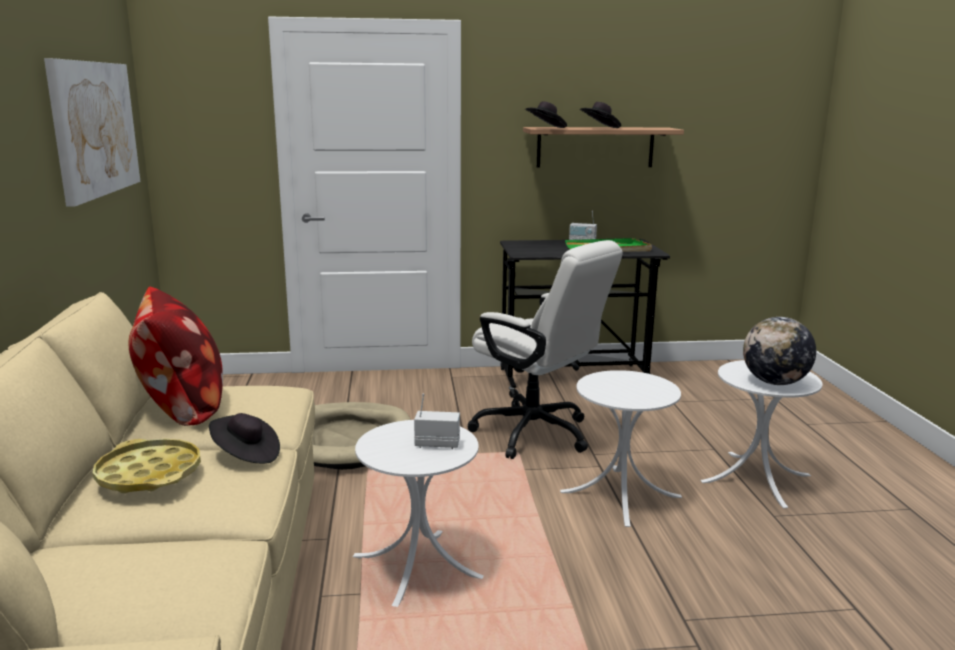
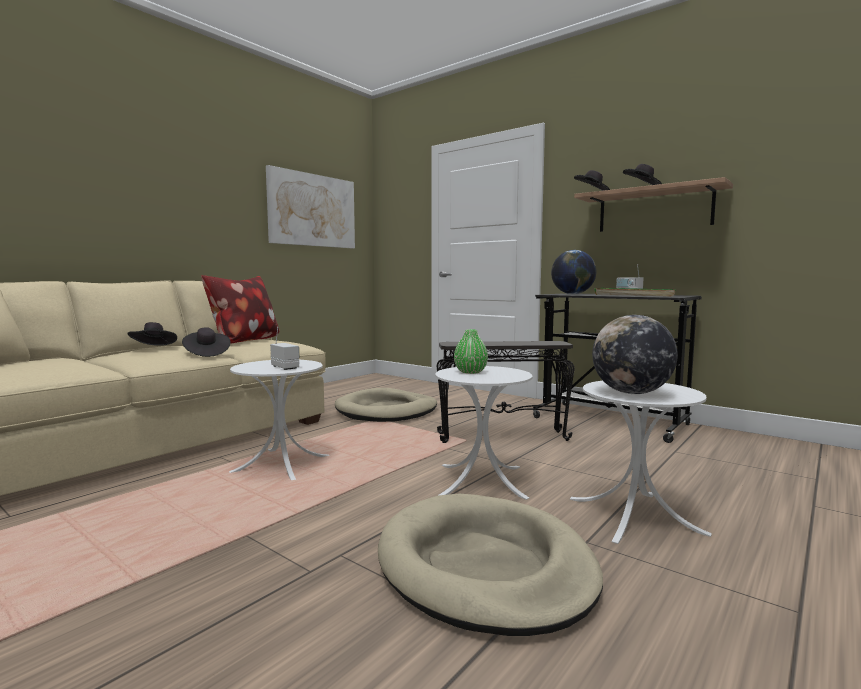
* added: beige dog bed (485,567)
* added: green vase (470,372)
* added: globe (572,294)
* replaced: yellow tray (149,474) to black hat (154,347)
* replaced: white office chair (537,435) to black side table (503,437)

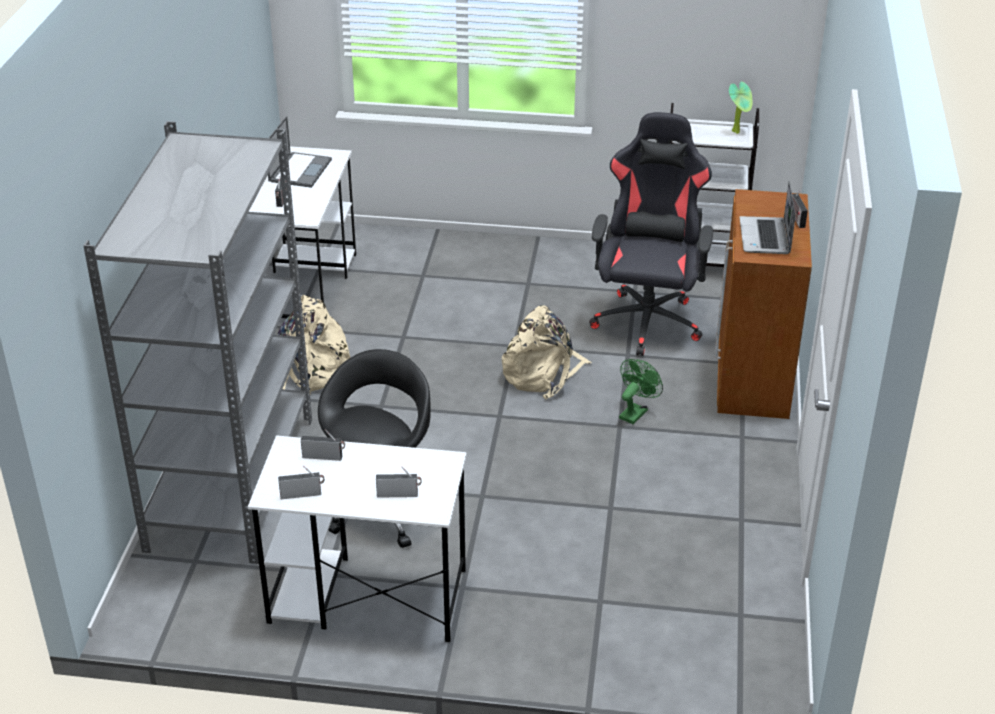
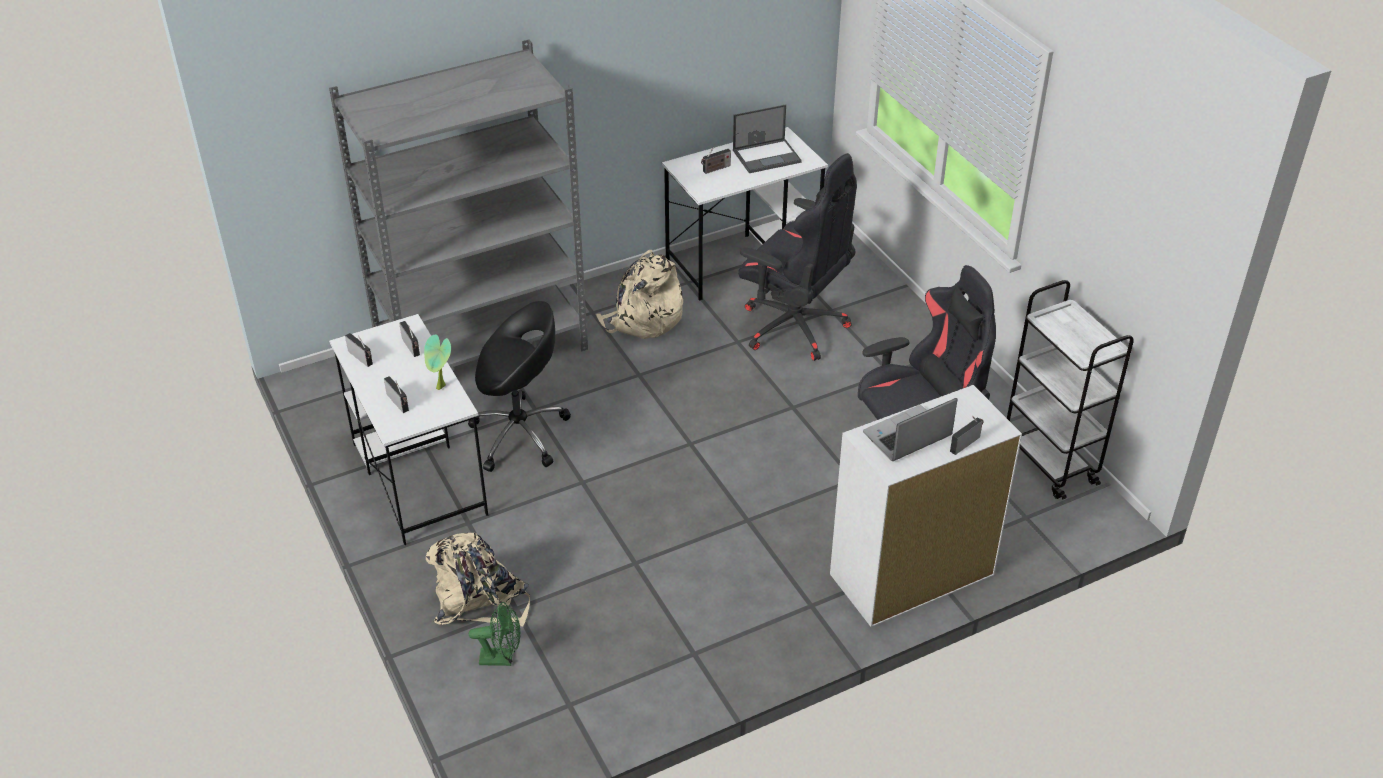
* added: black office chair (793,326)
* moved: beige backpack (543,373) to (479,600)
* moved: green fan (635,412) to (502,658)
* moved: potted plant (737,131) to (441,388)
* recoloured: brown cabinet (752,376) to white cabinet (911,574)

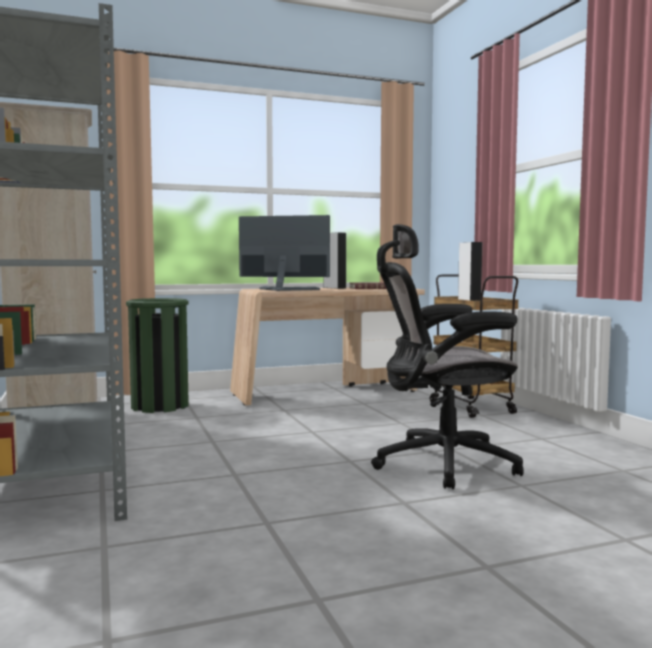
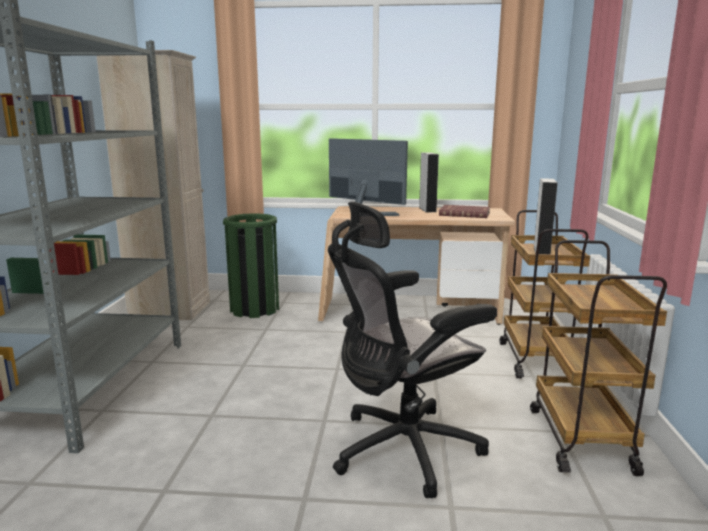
* added: brown cart (581,441)
* turned: office chair (444,465) = (405,450) 45 degrees counterclockwise

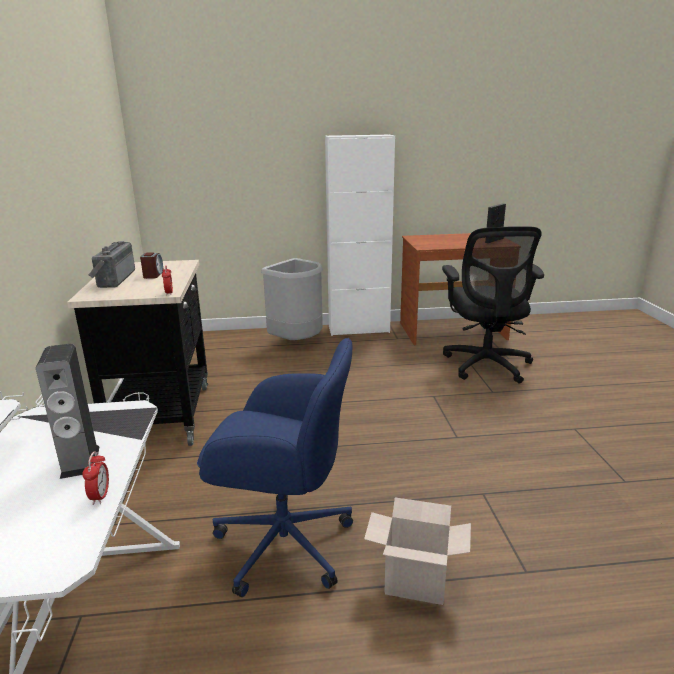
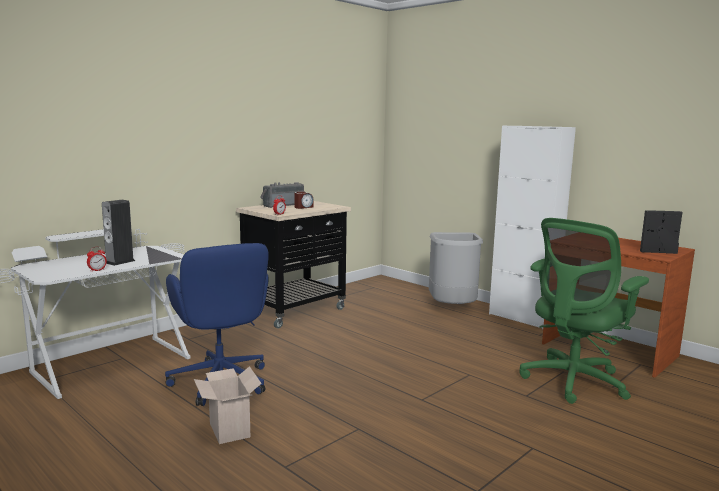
* recoloured: black office chair (483,362) to green office chair (575,378)

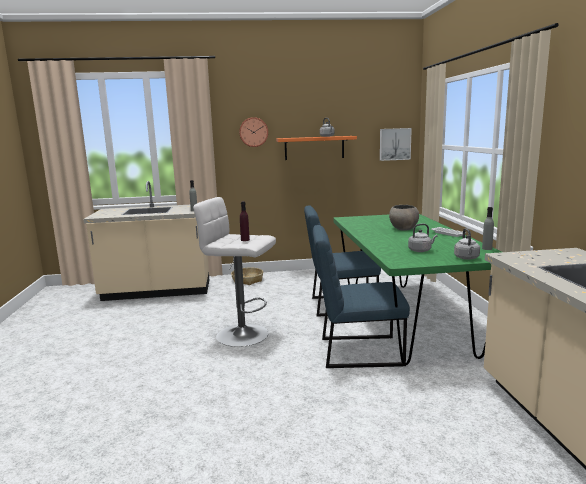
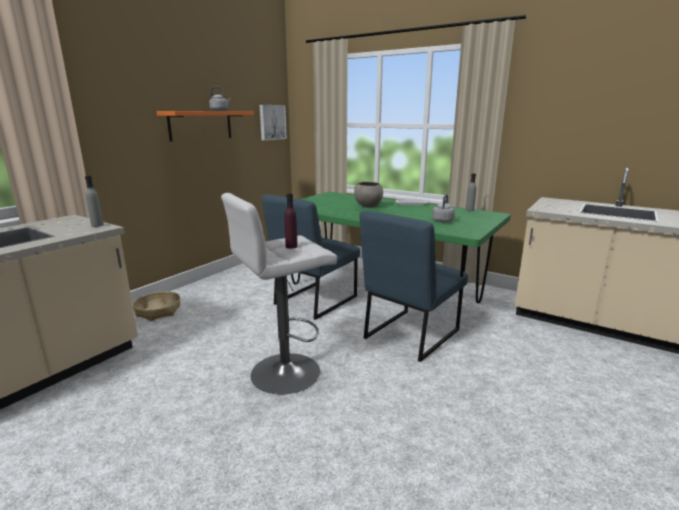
* removed: wall clock (253,132)
* removed: grey kettle (467,258)

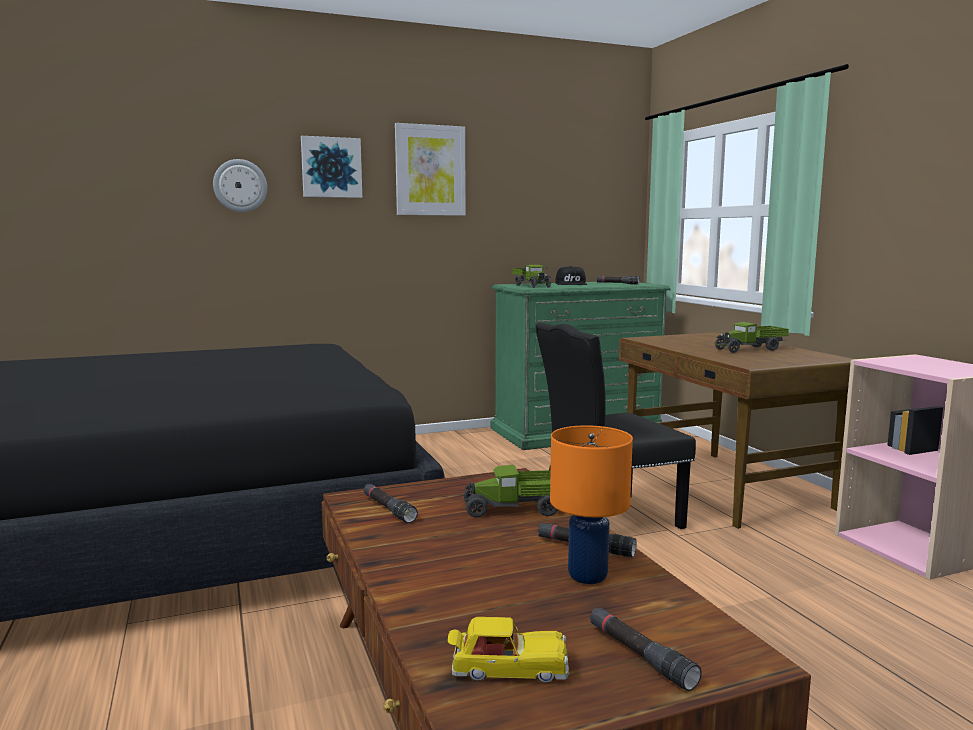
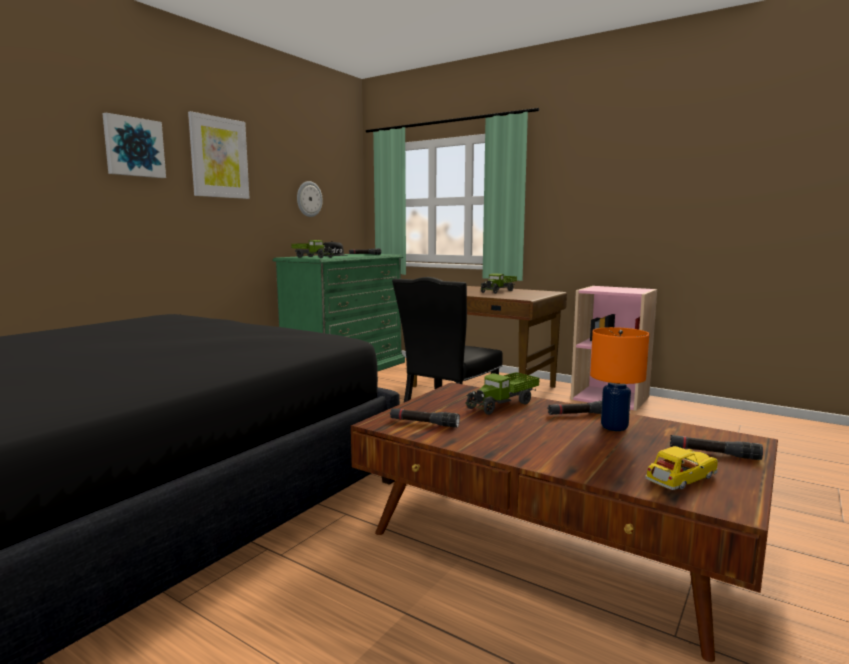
* moved: wall clock (240,185) to (309,199)

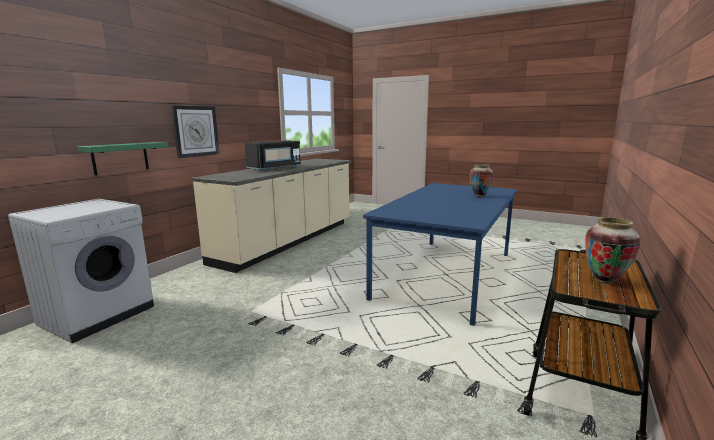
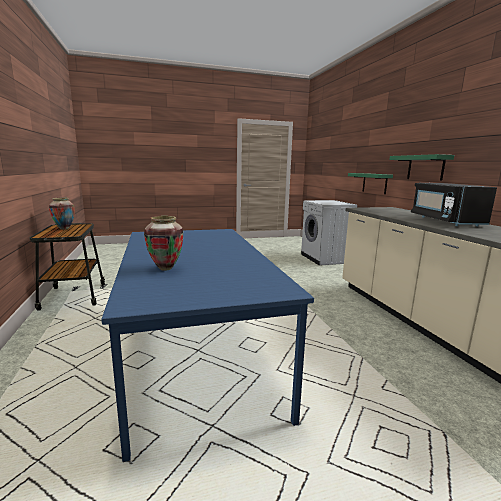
* replaced: wall clock (195,131) to green shelf (425,167)

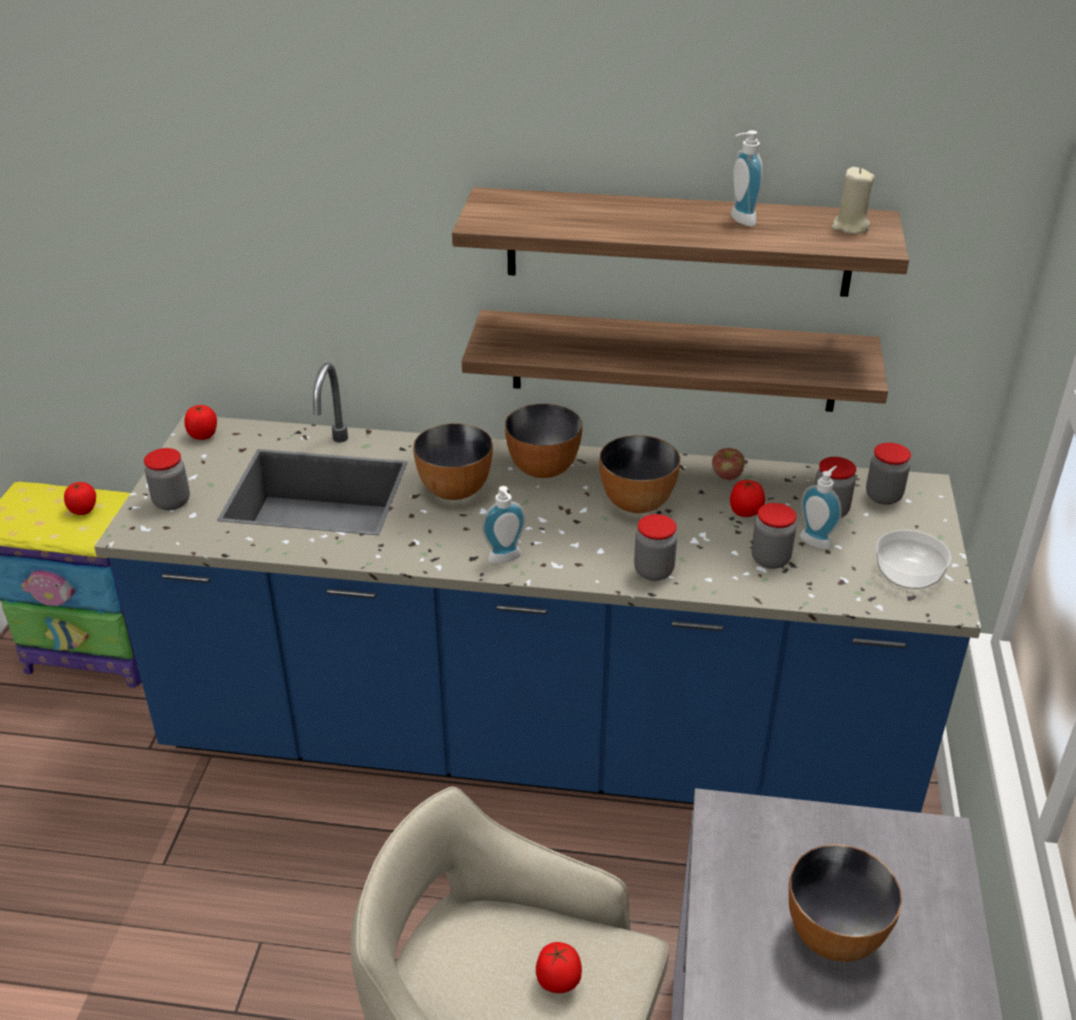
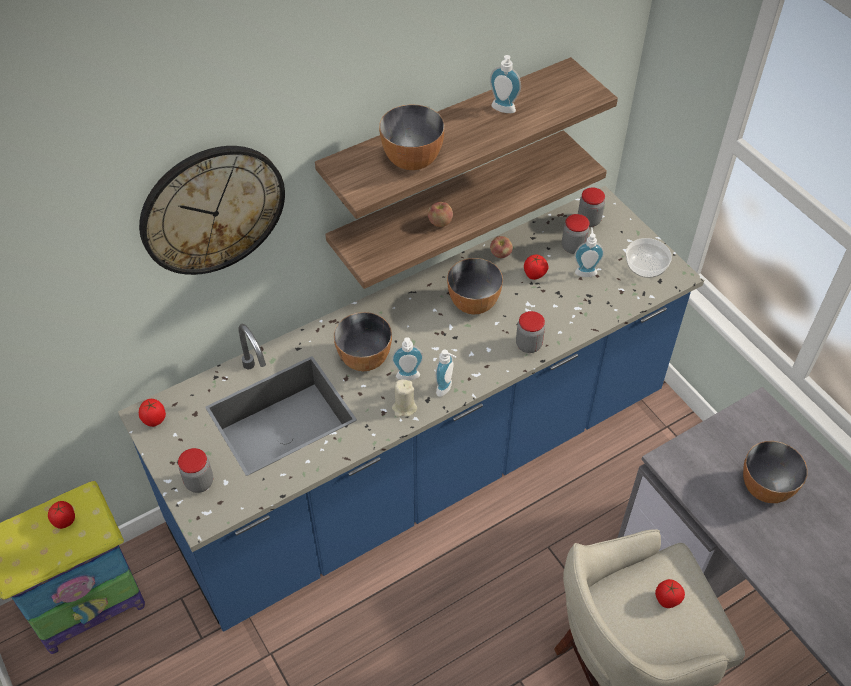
* removed: jar (770,559)
* added: wall clock (212,210)
* added: soap dispenser (408,378)
* added: apple (440,222)
* moved: bowl (543,469) to (412,160)
* moved: beige candle (850,227) to (404,408)

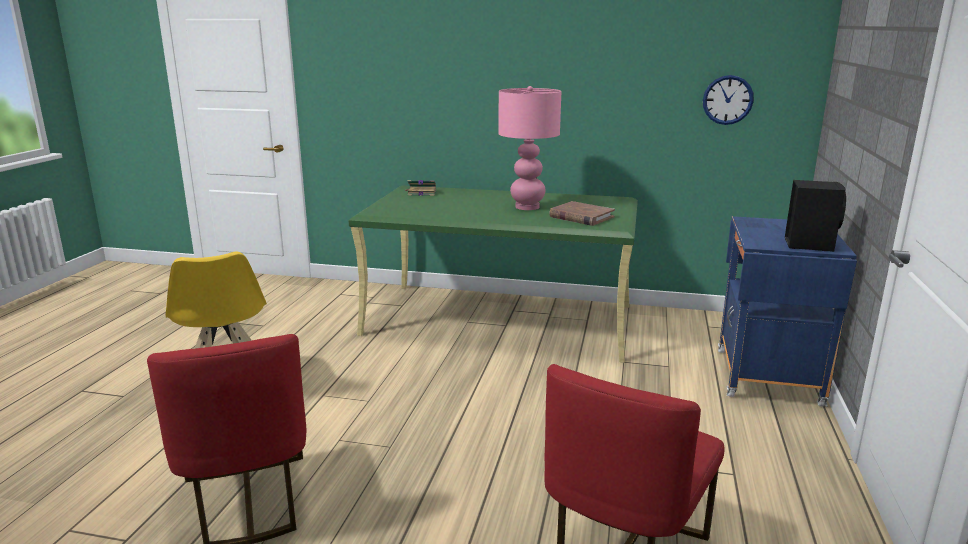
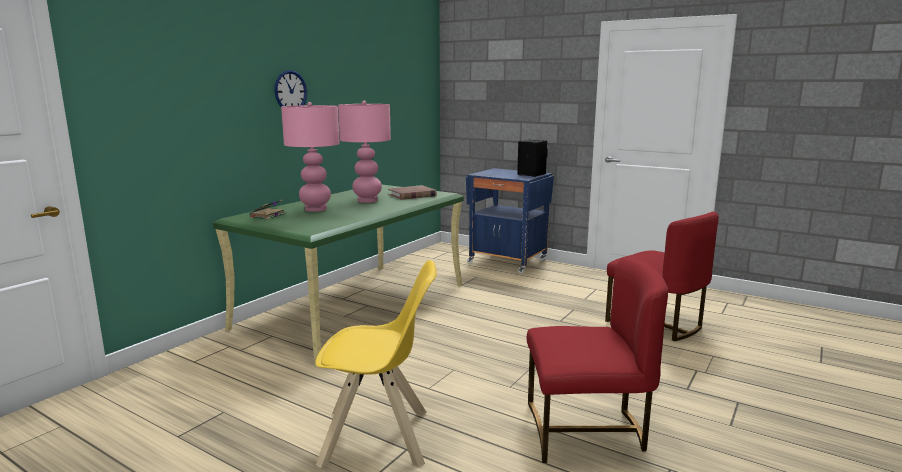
* added: pink table lamp (316,209)
* moved: wall clock (727,100) to (290,91)

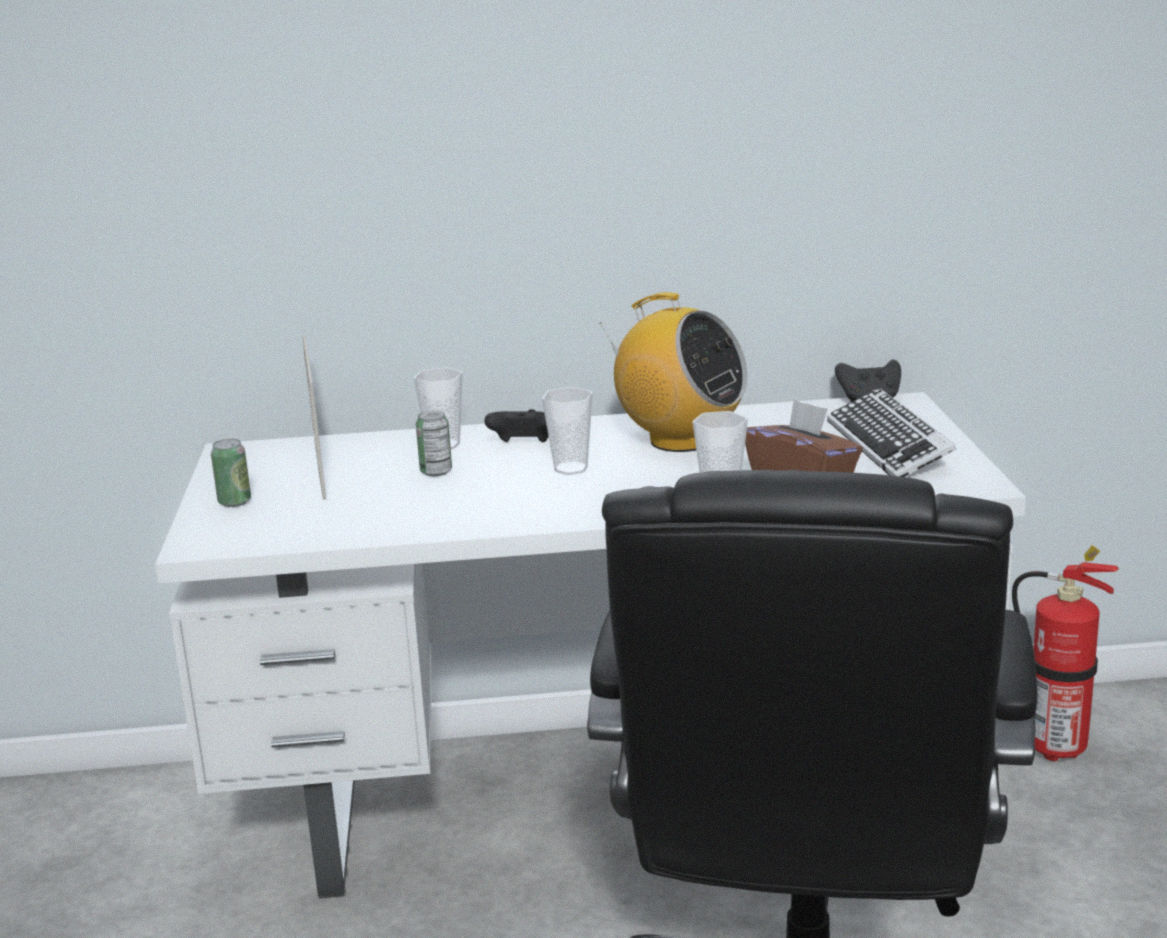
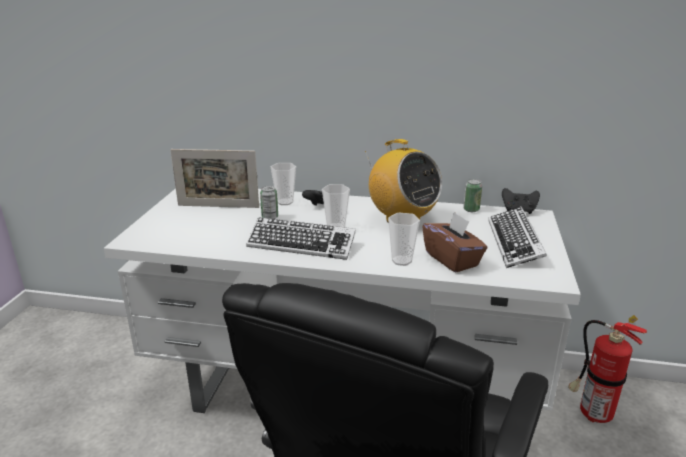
* added: keyboard (301,244)
* moved: can (234,502) to (471,209)
* turned: picture frame (320,470) = (218,206) 90 degrees counterclockwise

